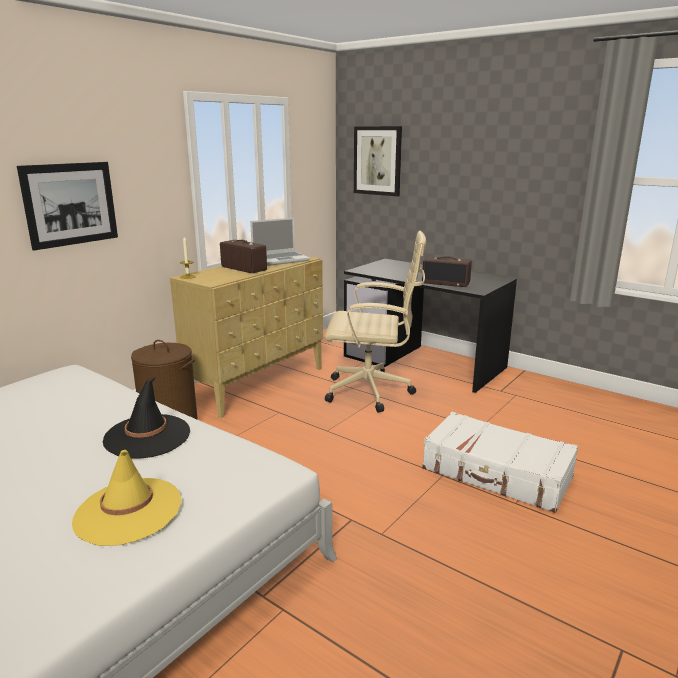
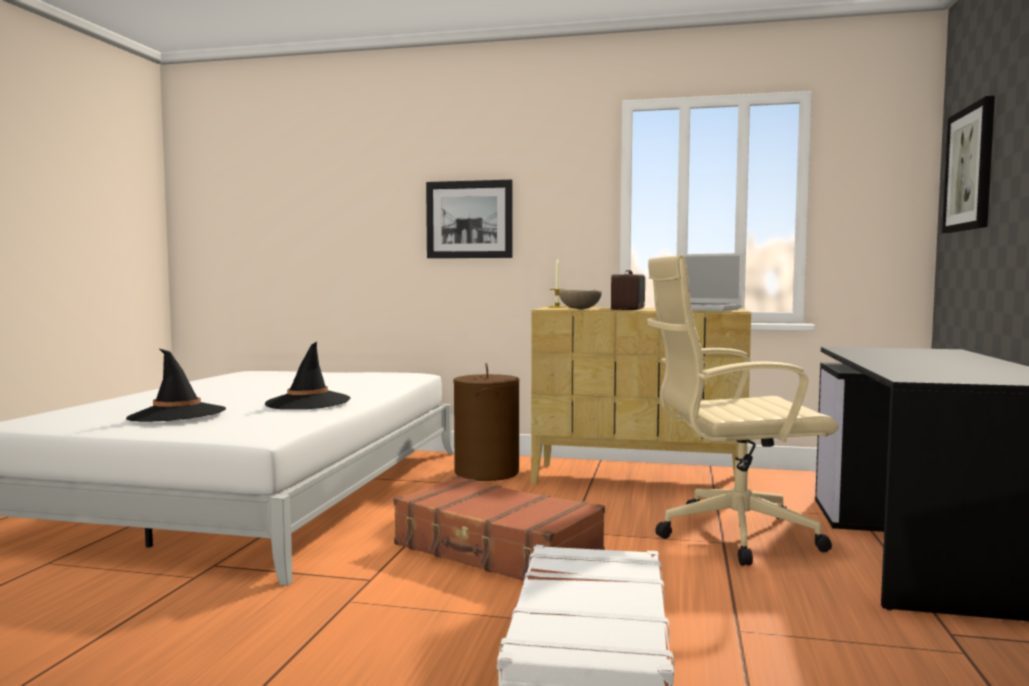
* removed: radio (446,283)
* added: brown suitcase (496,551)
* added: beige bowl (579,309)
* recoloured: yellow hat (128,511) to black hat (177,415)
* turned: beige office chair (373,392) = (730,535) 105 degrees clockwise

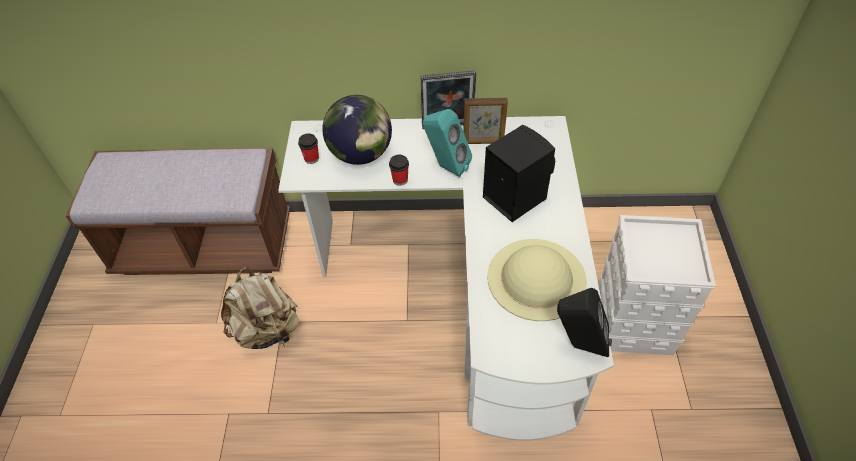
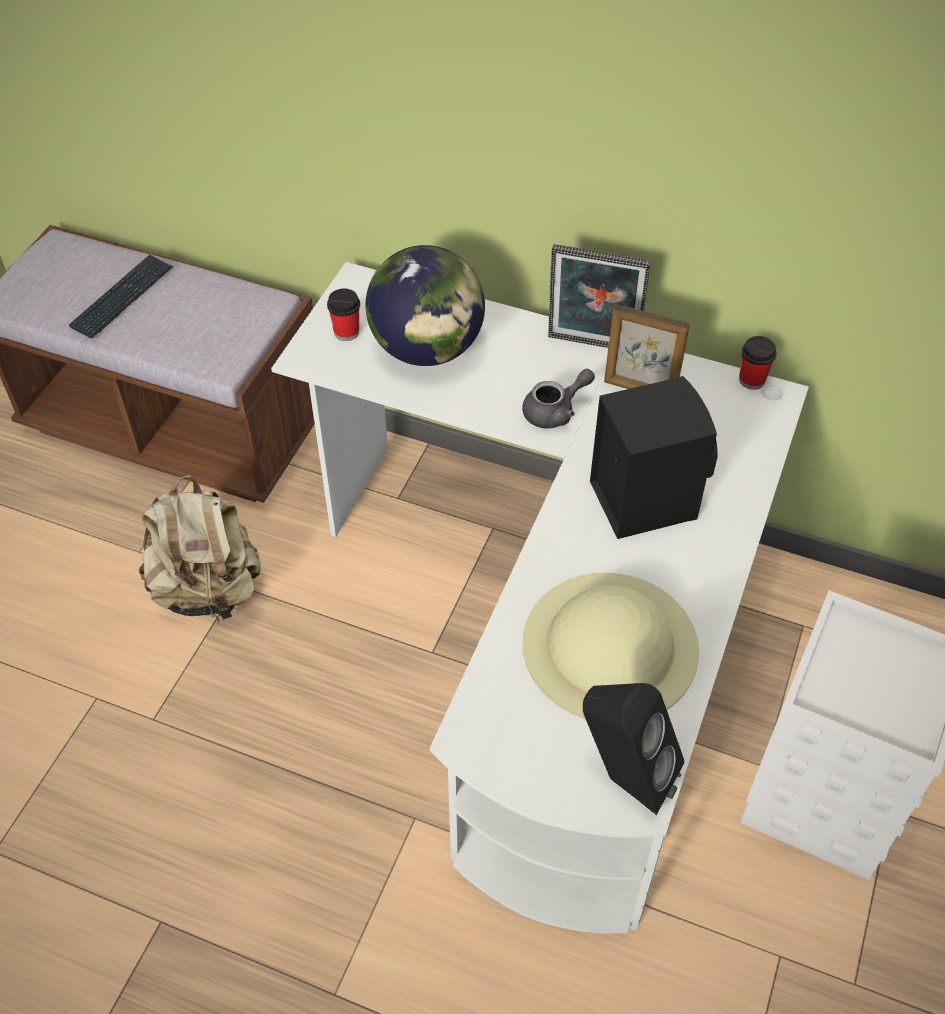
* added: keyboard (122,298)
* moved: cup (400,180) to (752,380)
* replaced: turquoise speaker (446,166) to grey teapot (555,411)

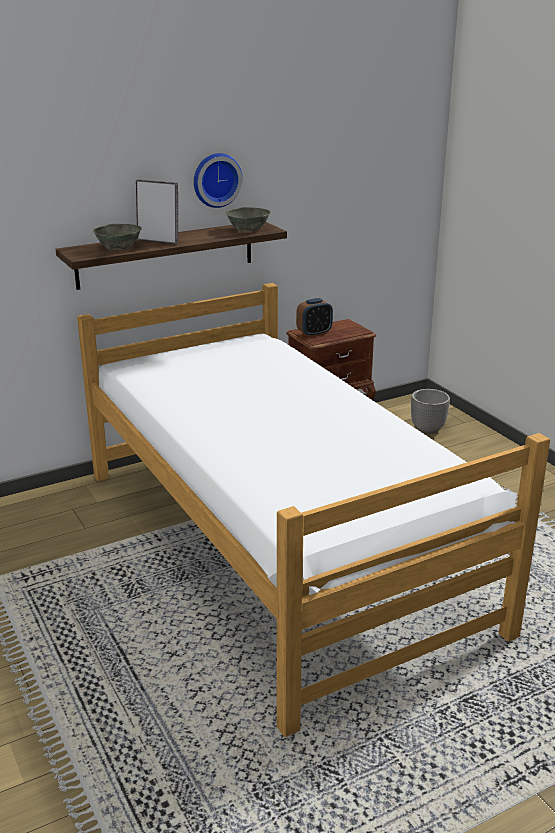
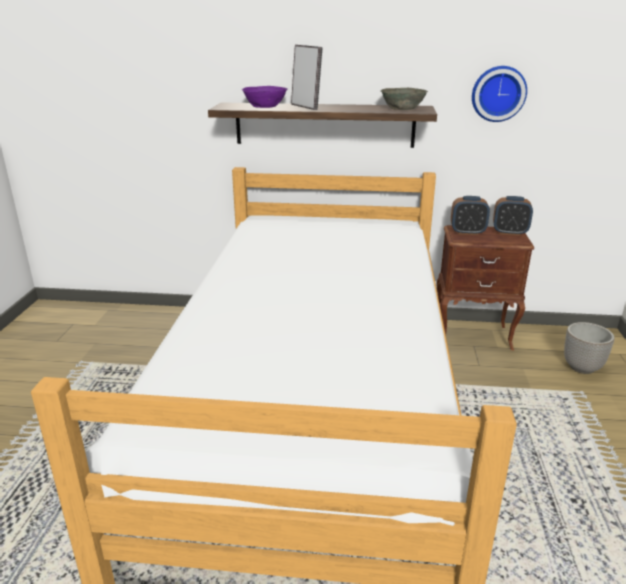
* added: alarm clock (509,232)
* moved: wall clock (216,179) to (498,93)
* recoloured: grey bowl (118,247) to purple bowl (265,106)

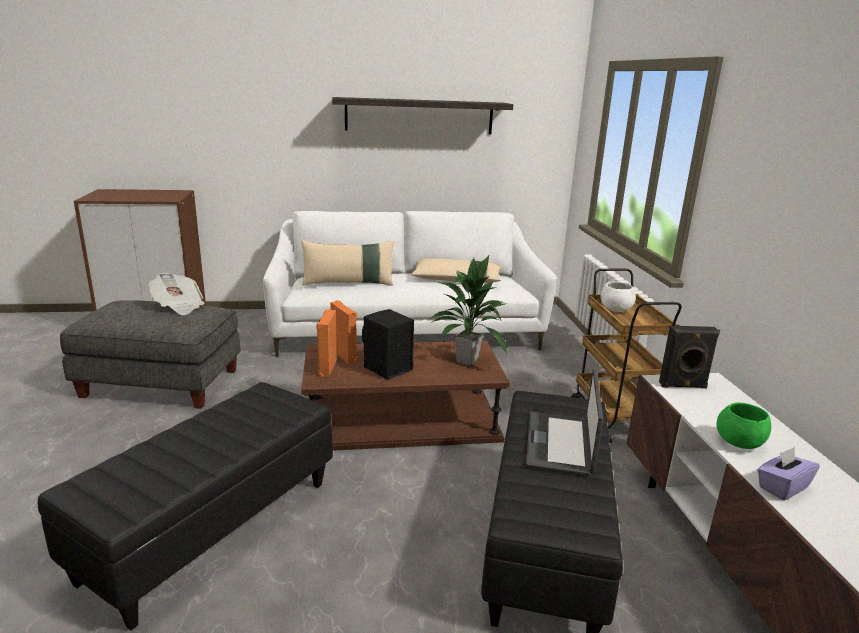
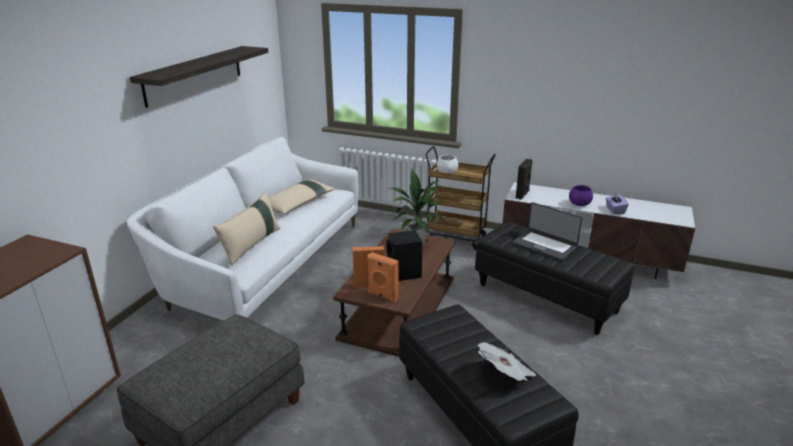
* moved: newspaper (178,306) to (505,374)
* recoloured: green bowl (739,443) to purple bowl (579,204)

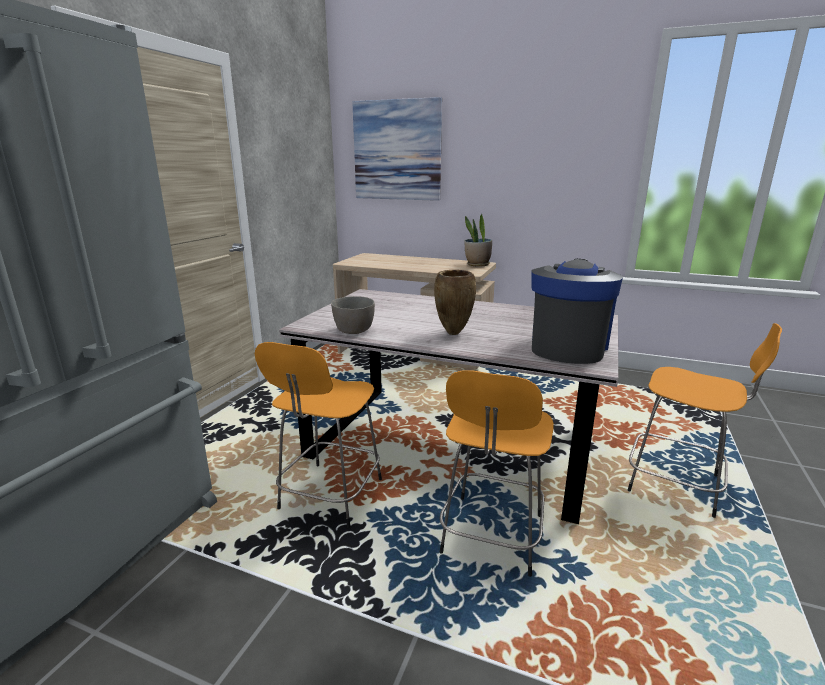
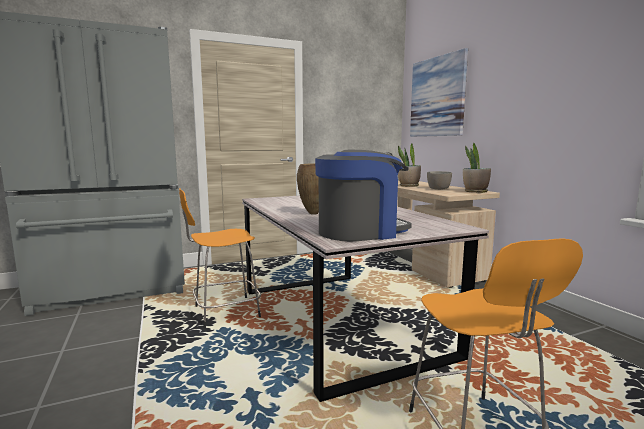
* removed: orange stool (491,537)
* added: potted plant (408,186)
* moved: grey bowl (354,331) to (438,189)

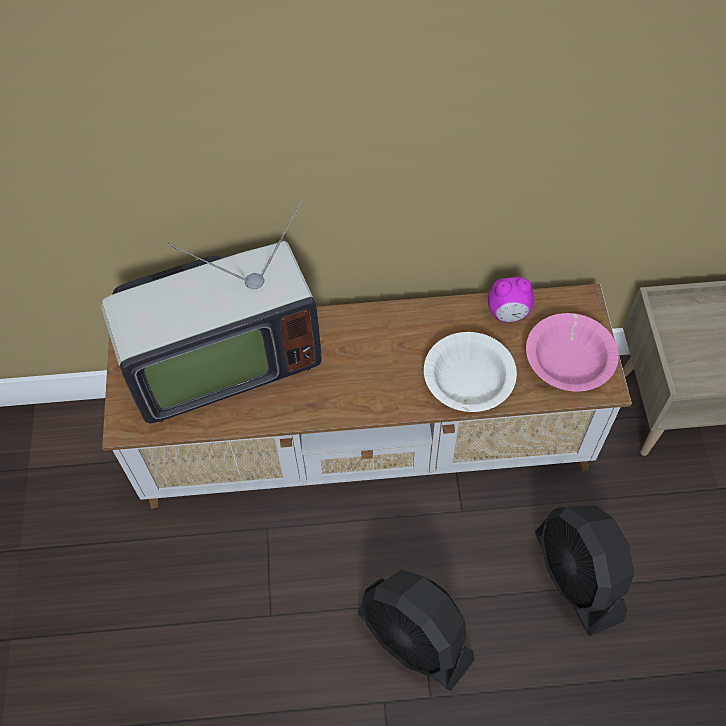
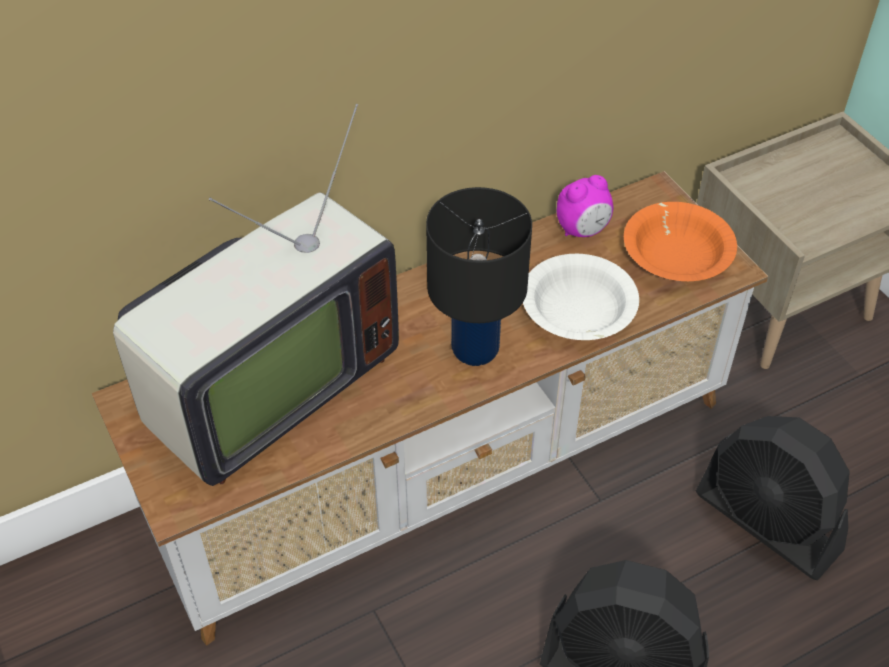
* added: black table lamp (475,348)
* recoloured: pink bowl (569,360) to orange bowl (677,255)

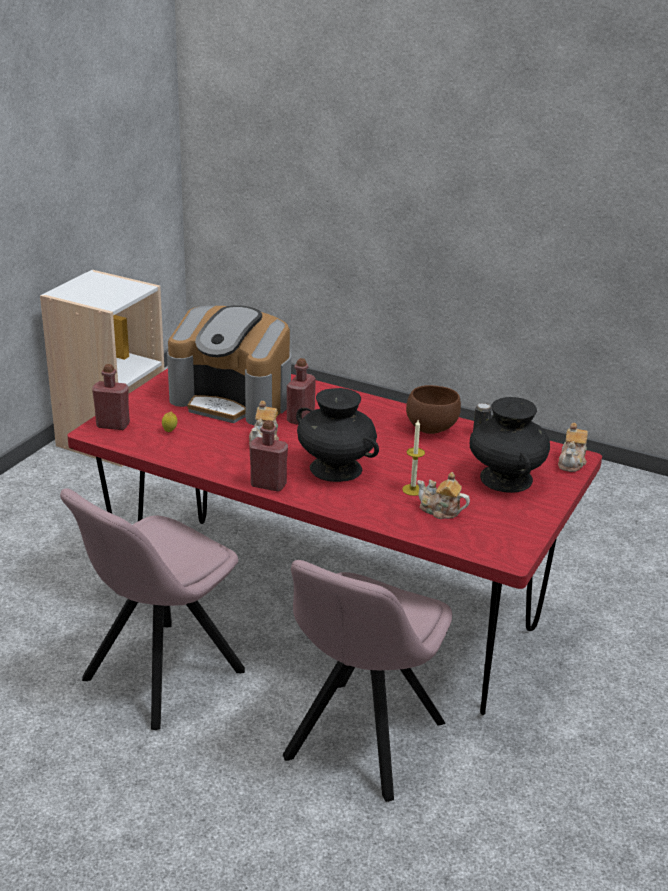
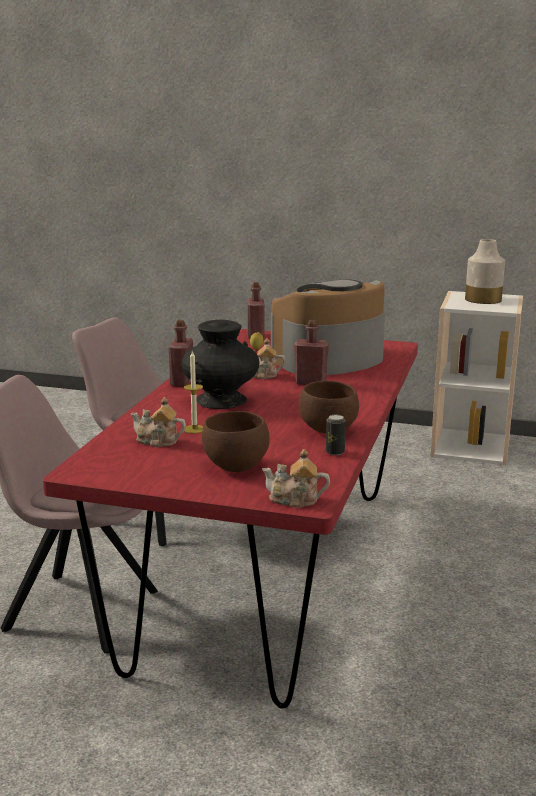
* added: beige vase (483,299)
* replaced: black vase (506,479) to brown bowl (235,467)
* turned: coffee machine (233,399) = (328,360) 45 degrees clockwise
* turned: teapot (440,511) = (157,441) 90 degrees counterclockwise

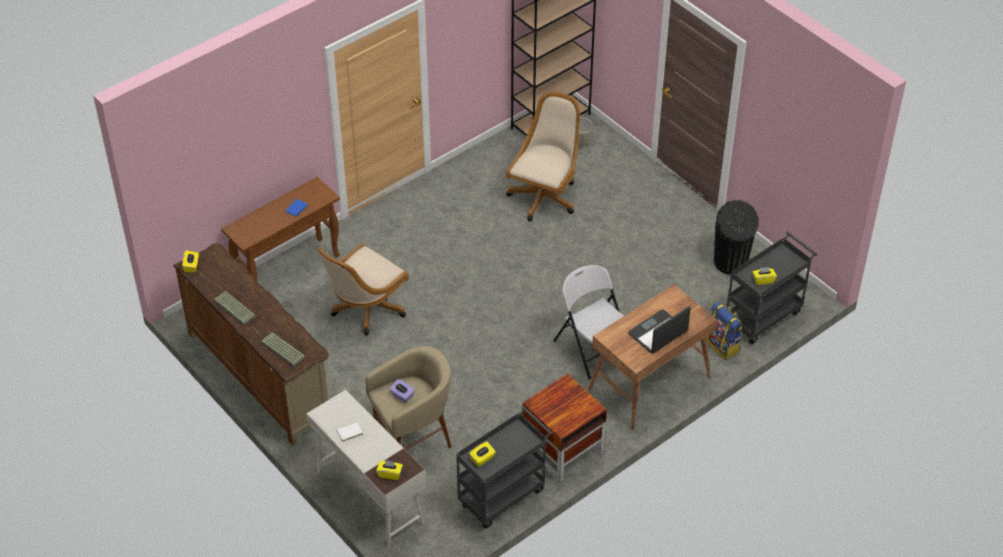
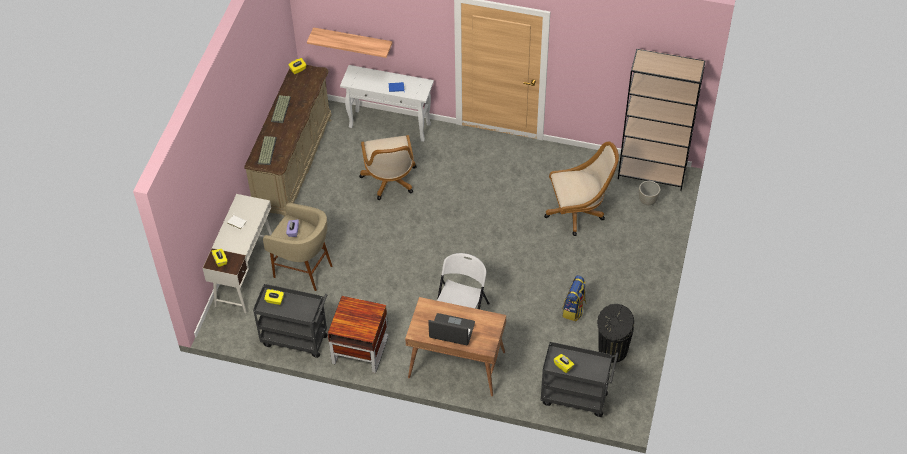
* added: shelf (353,41)
* moved: backpack (723,345) to (574,309)
* recoloured: brown console table (289,269) to white console table (390,125)
* turned: office chair (365,310) = (390,182) 105 degrees counterclockwise

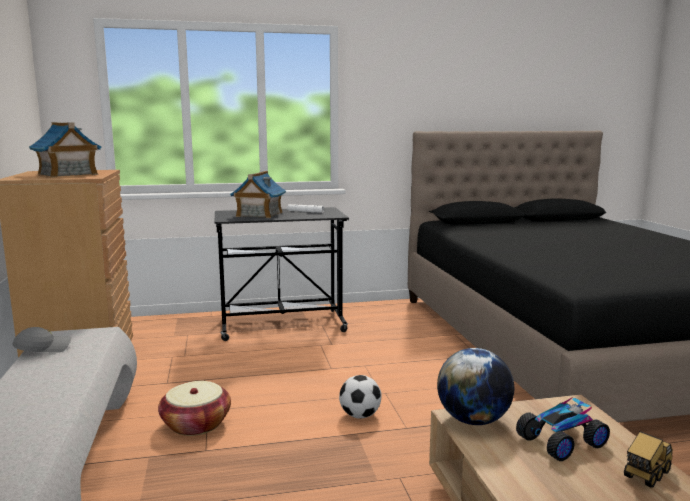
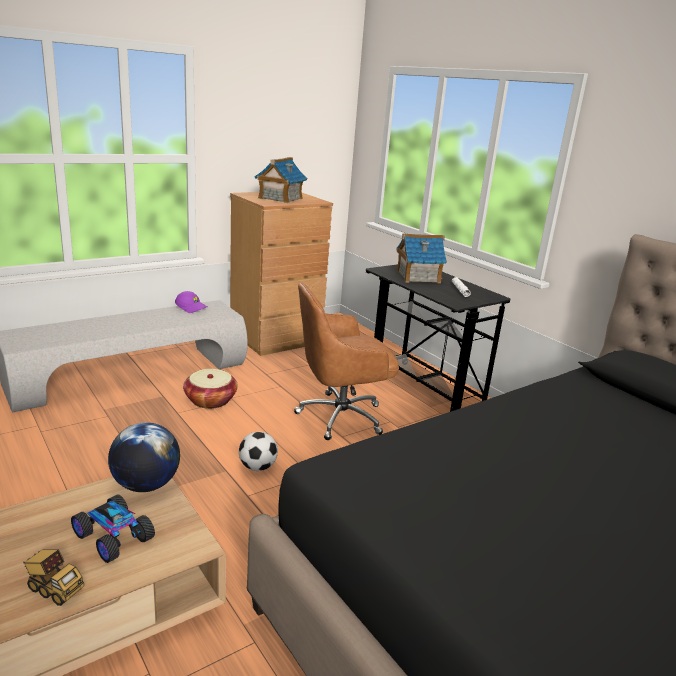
* added: brown office chair (340,416)
* recoloured: grey cap (43,348) to purple cap (191,307)

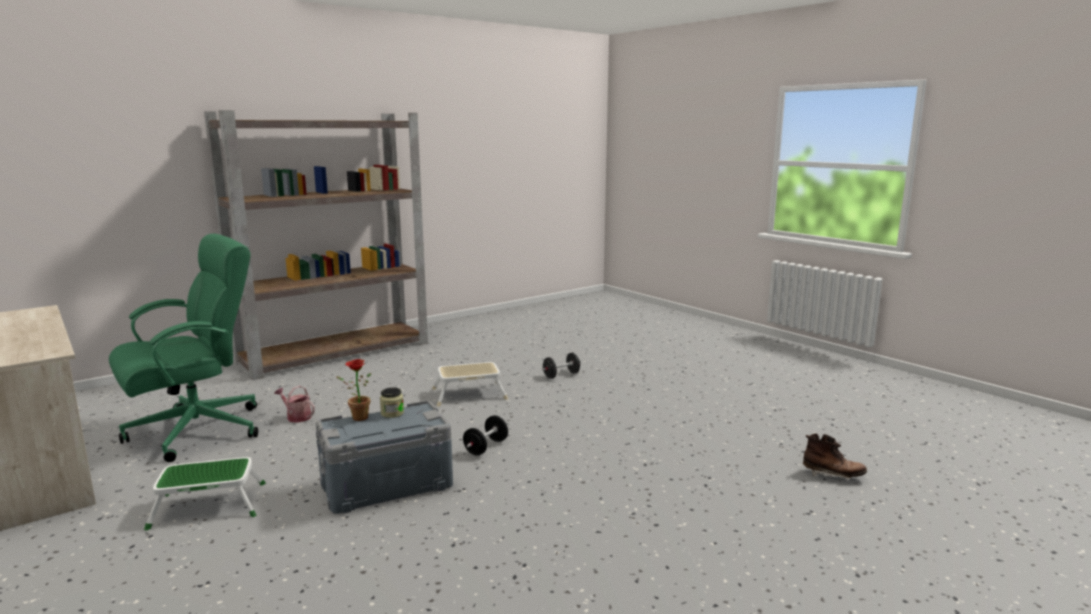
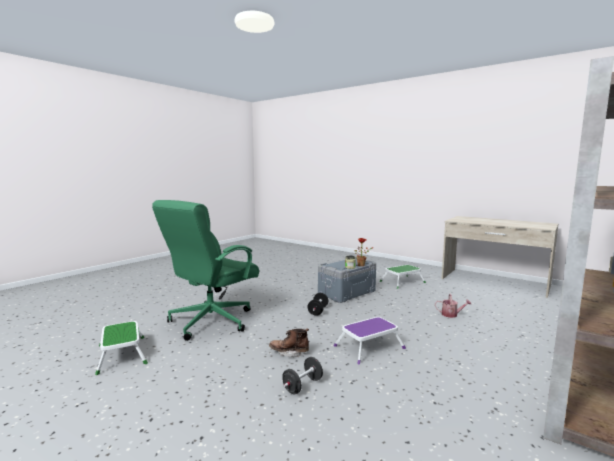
* added: green step ladder (122,354)
* moved: green office chair (196,431) to (211,321)
* moved: brown boot (832,475) to (289,353)
* recoloured: beige step ladder (469,394) to purple step ladder (369,347)

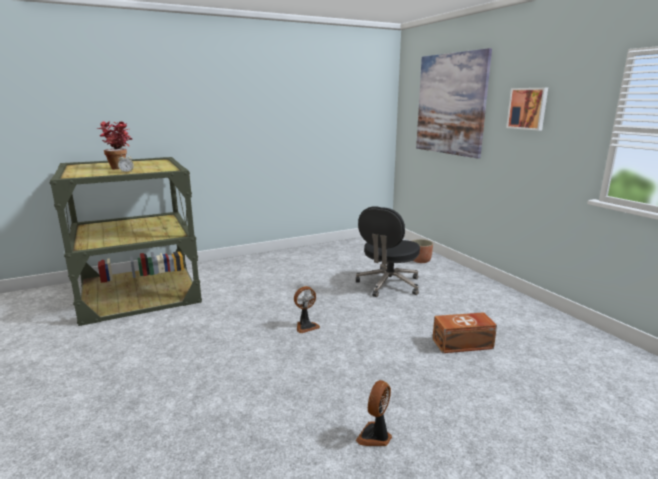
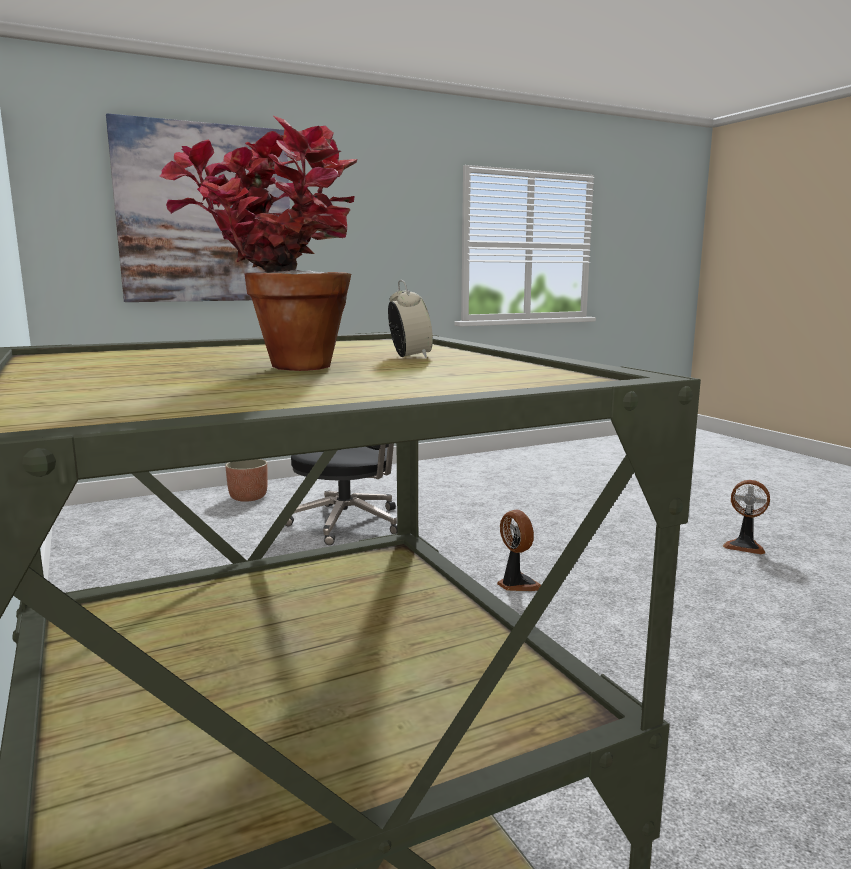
* removed: brown storage box (463,344)
* removed: picture (527,108)

